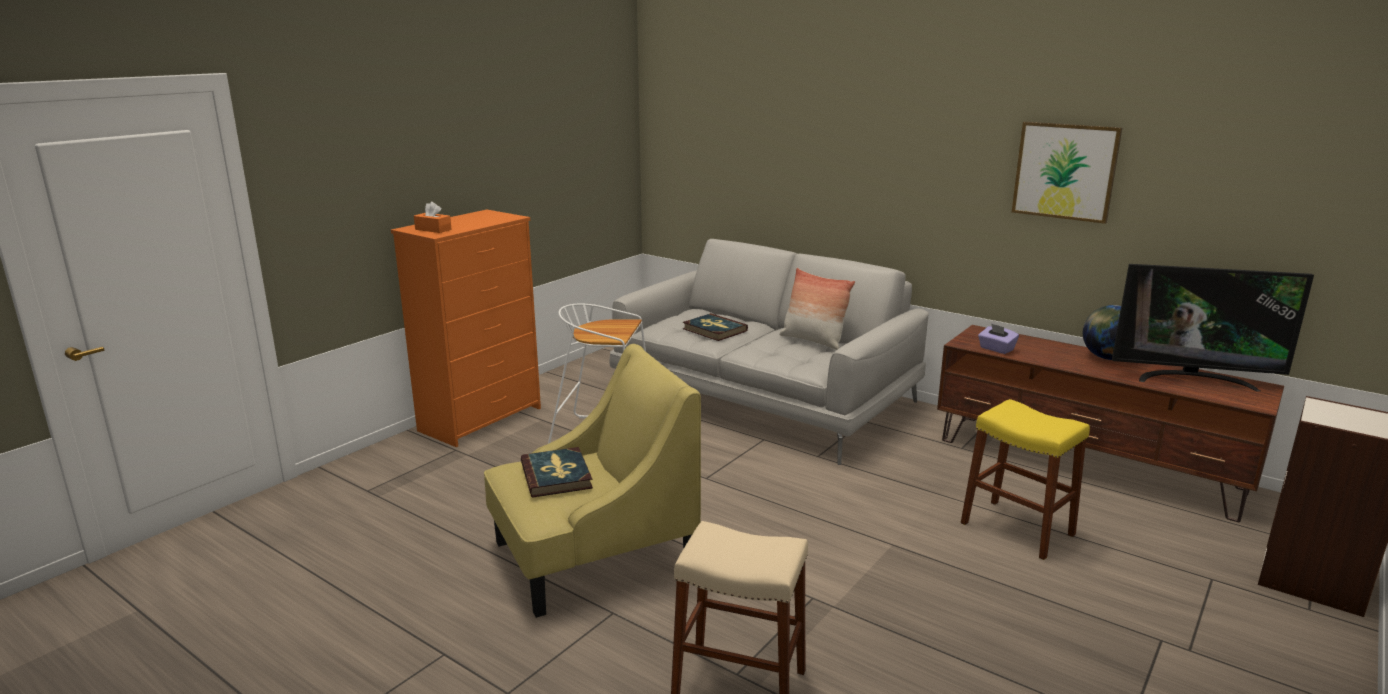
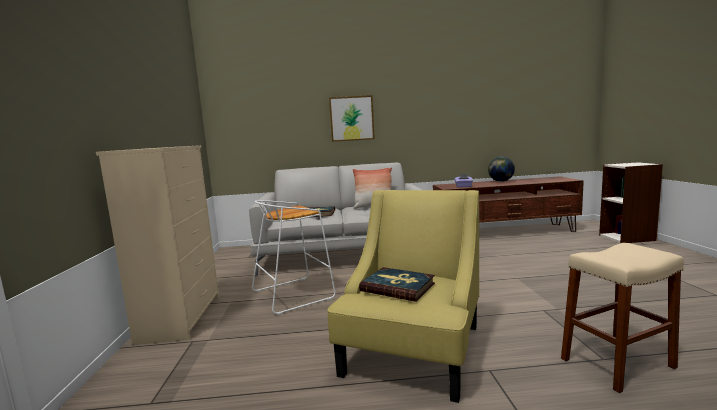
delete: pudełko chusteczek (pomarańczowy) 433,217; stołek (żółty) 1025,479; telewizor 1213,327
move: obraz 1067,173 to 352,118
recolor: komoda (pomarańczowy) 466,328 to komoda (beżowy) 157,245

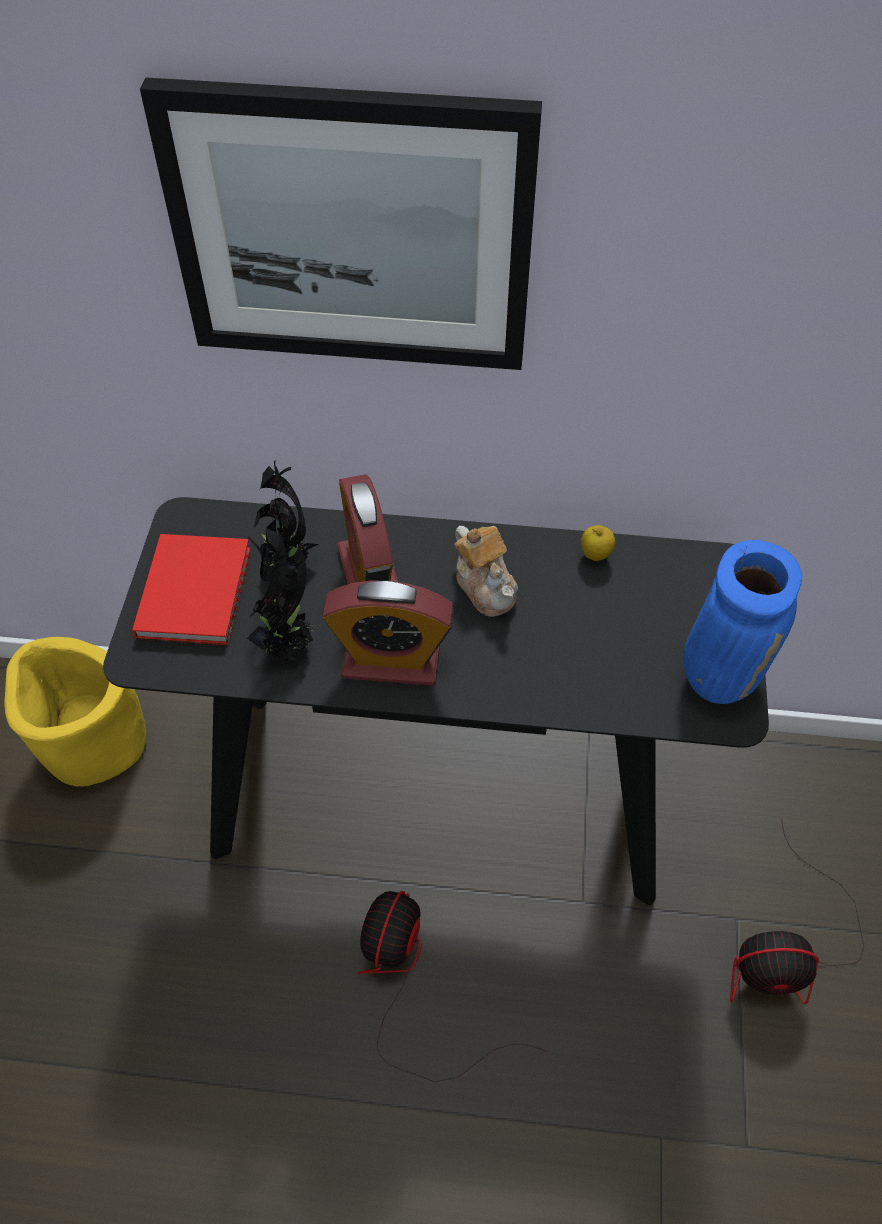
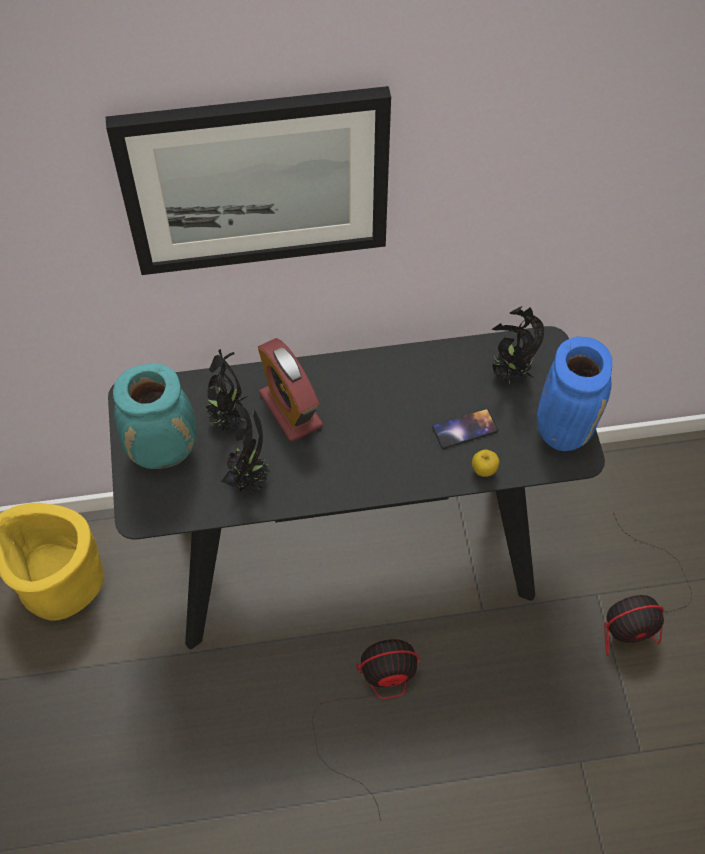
delete: budzik 388,633; imbryk 486,571
insert: telefon 465,429; roślina doniczkowa 518,345
move: jabłko 598,543 to 485,463
replace: książka (czerwony) 191,589 to wazon (turkusowy) 155,416
rotate: wentylator 452,986 = 366,730 75 degrees clockwise

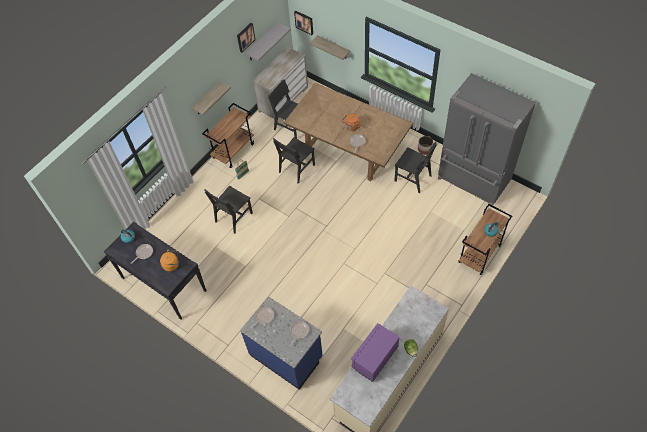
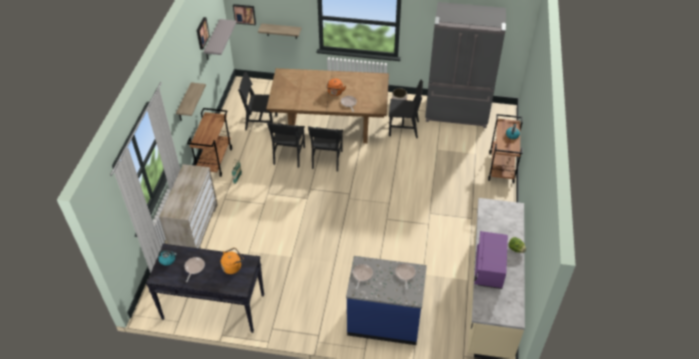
move: komoda (beżowy) 280,83 to 188,206; krzesło (czarny) 228,209 to 325,149

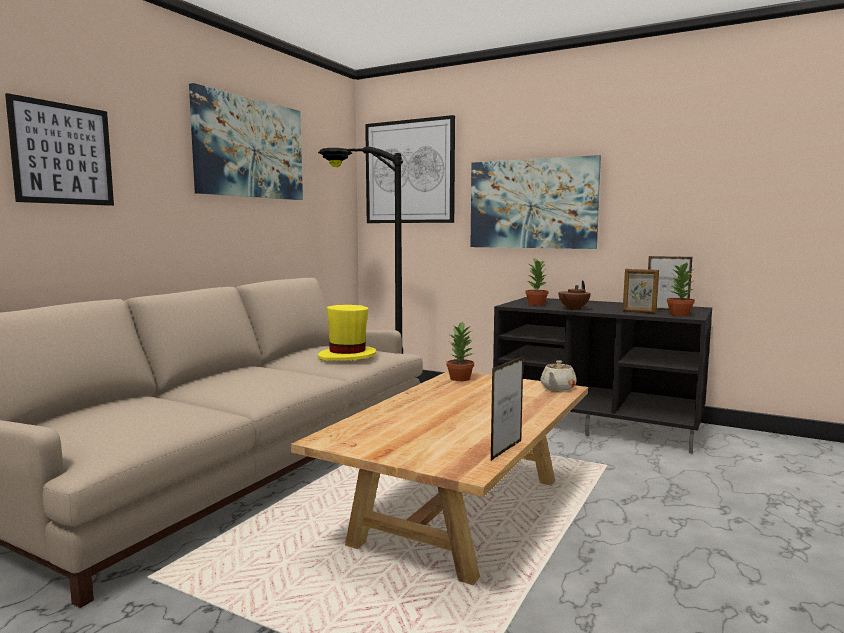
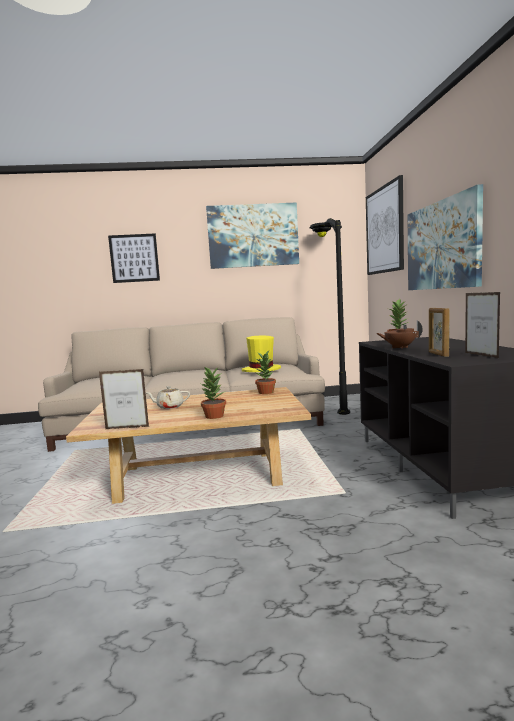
move: imbryk (beżowy) 558,375 to 168,397; roślina doniczkowa 681,289 to 213,393

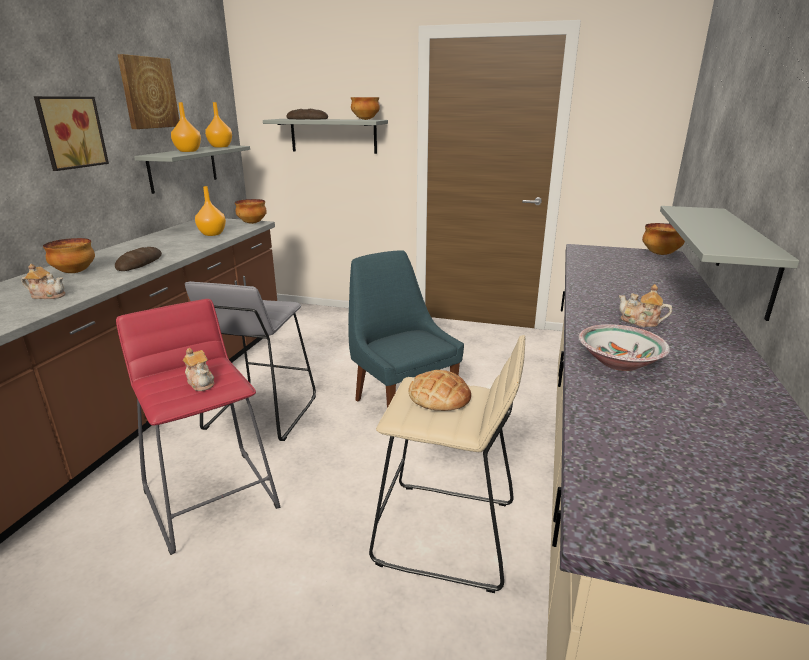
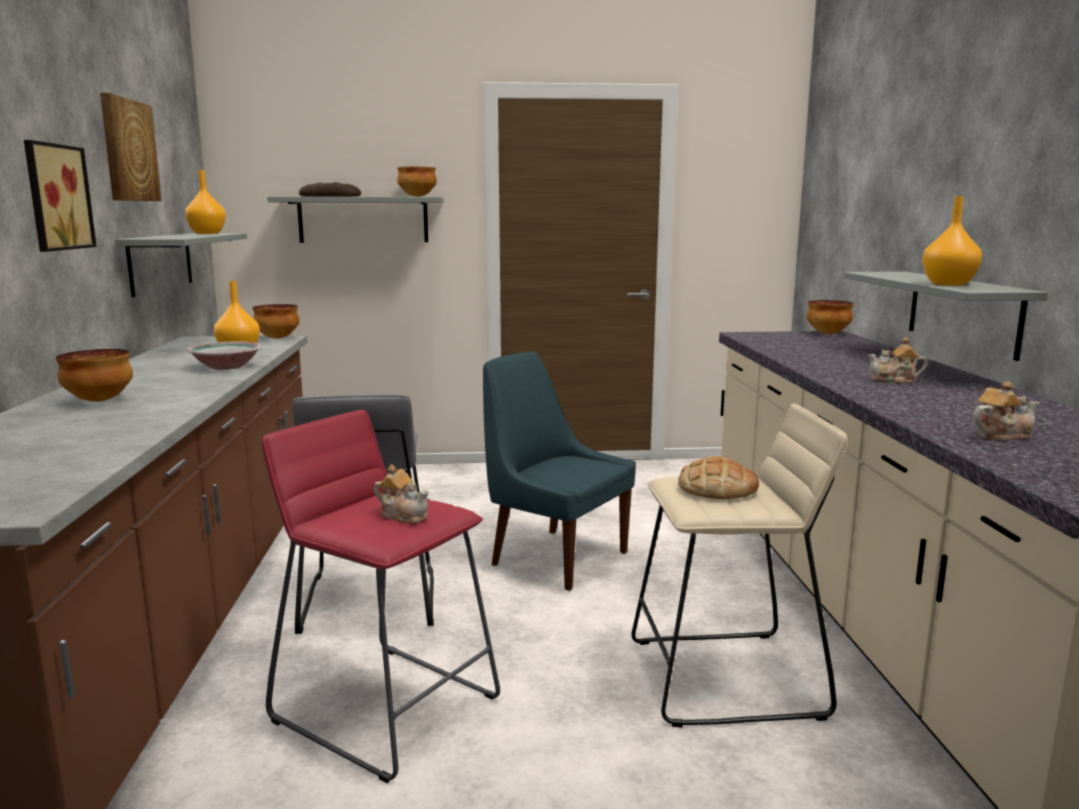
delete: chleb 138,259
move: miska 624,347 to 224,355; wazon (pomarańczowy) 186,127 to 952,241; imbryk 43,281 to 1006,411

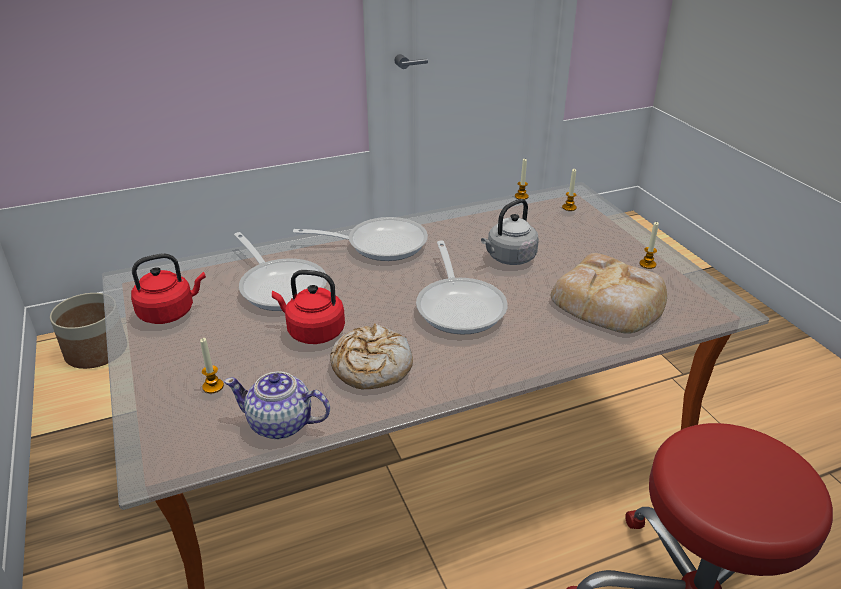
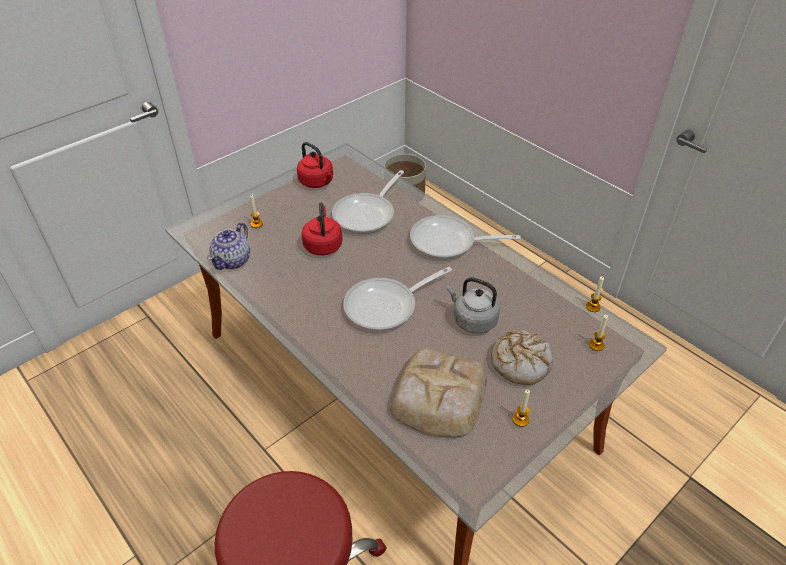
move: chleb 371,356 to 522,357
rotate: imbryk 277,405 = 229,246 150 degrees counterclockwise; patelnia 360,239 = 465,237 120 degrees clockwise

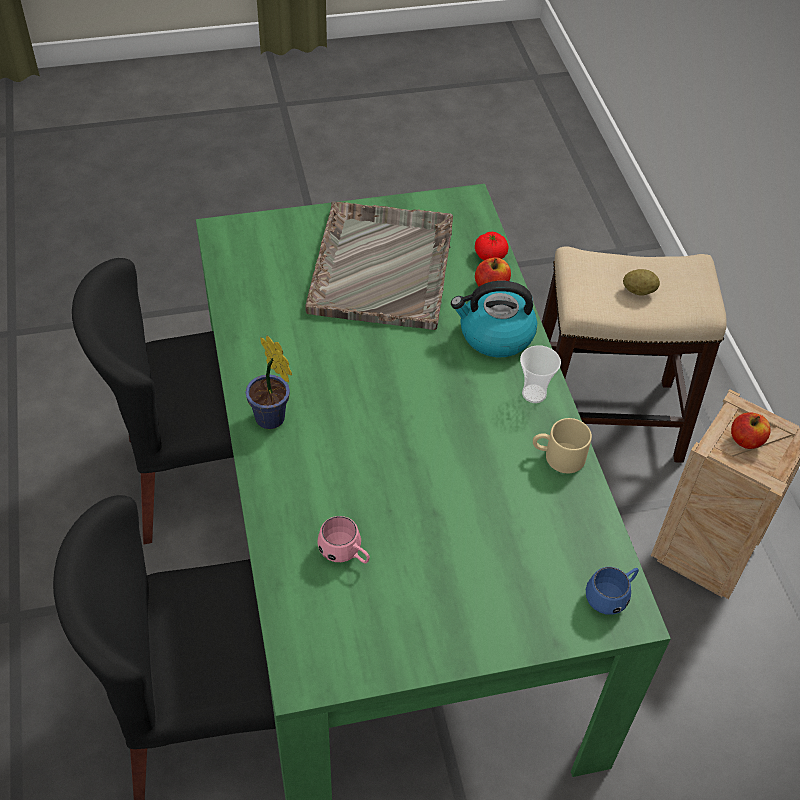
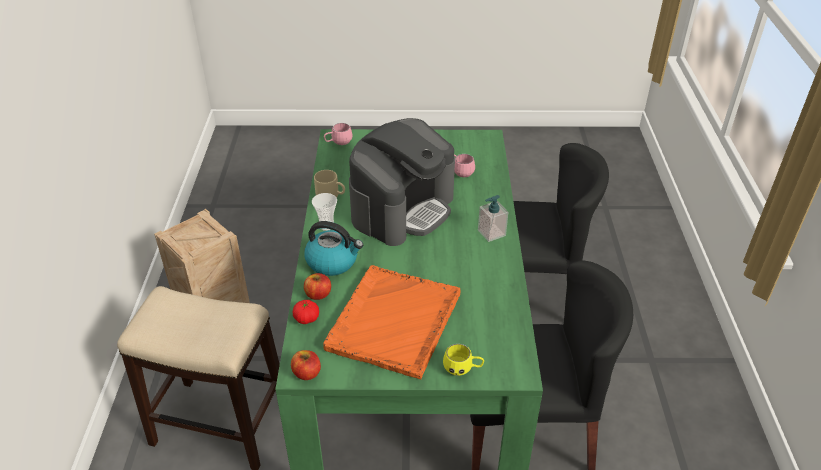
delete: ziemniak 641,282
insert: ekspres do kawy 402,182; kubek (żółty) 463,360
move: jabłko 750,430 to 306,365
replace: roślina doniczkowa 268,382 to dozownik mydła 493,218
recolor: taca (szary) 379,266 to taca (pomarańczowy) 391,322; kubek (niebieski) 612,591 to kubek (różowy) 338,134

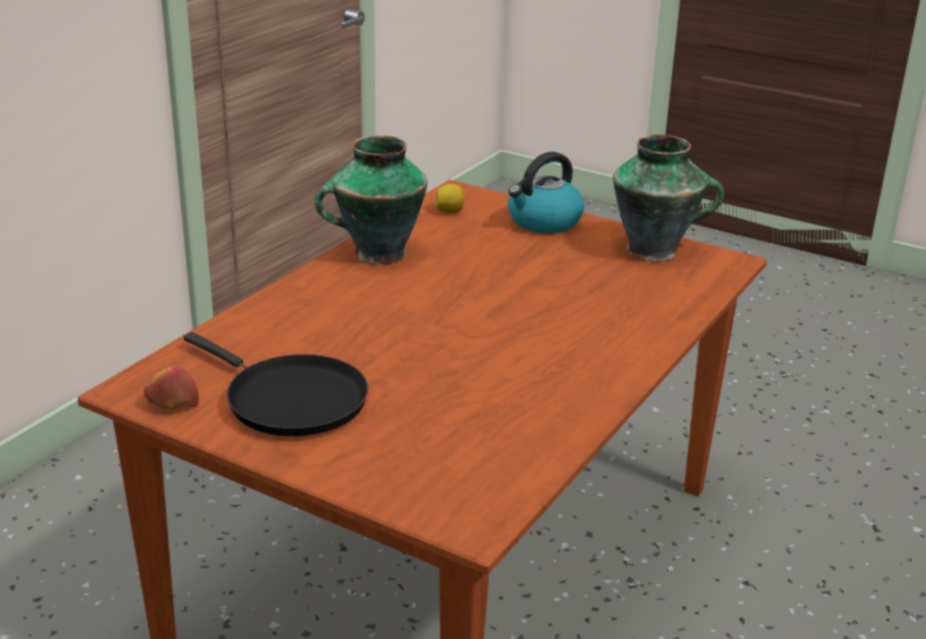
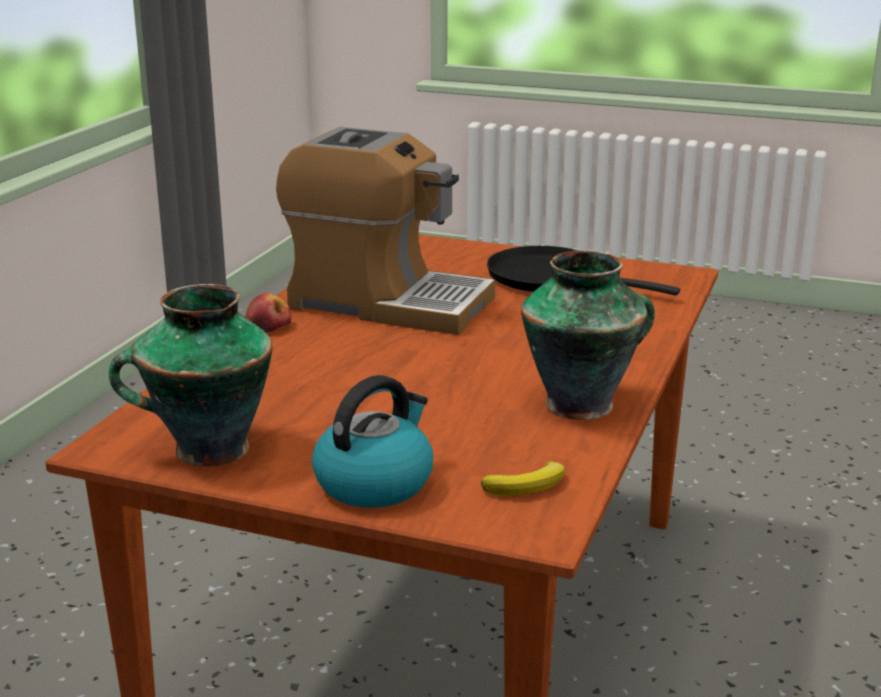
insert: ekspres do kawy 385,231
move: jabłko 171,387 to 268,313
replace: cytryna 449,198 to banan 523,478

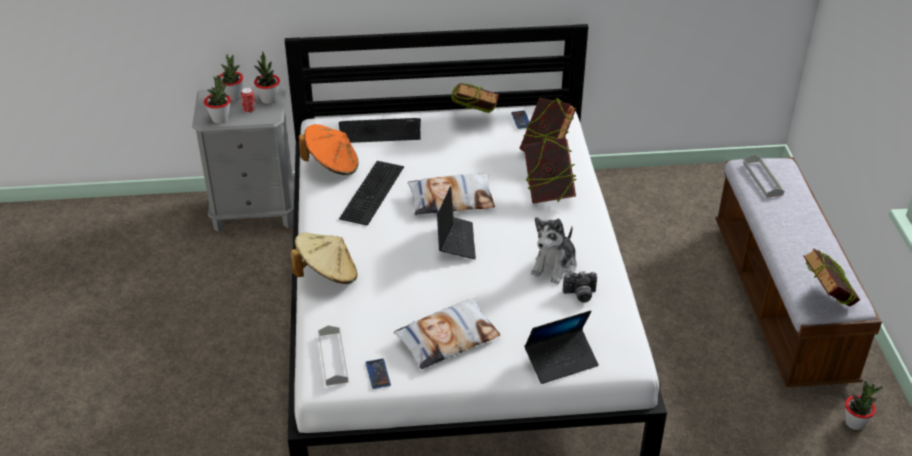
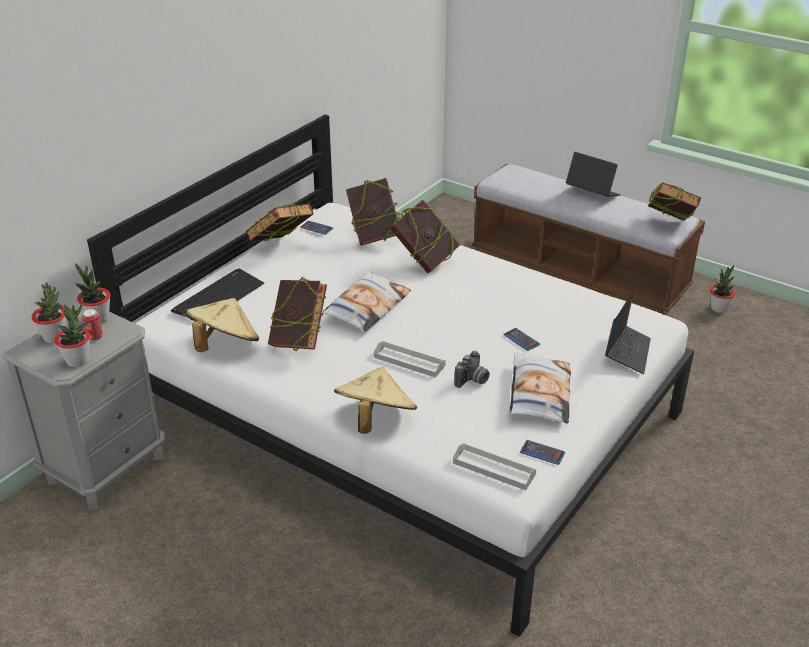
delete: pluszak 554,250
insert: telefon 521,339
move: taca (szary) 763,176 to 410,359; aparat fotograficzny 580,287 to 472,369; laptop 456,222 to 593,174
replace: klawiatura 371,193 to książka 297,314
recolor: kapelusz (pomarańczowy) 329,149 to kapelusz (beżowy) 222,325

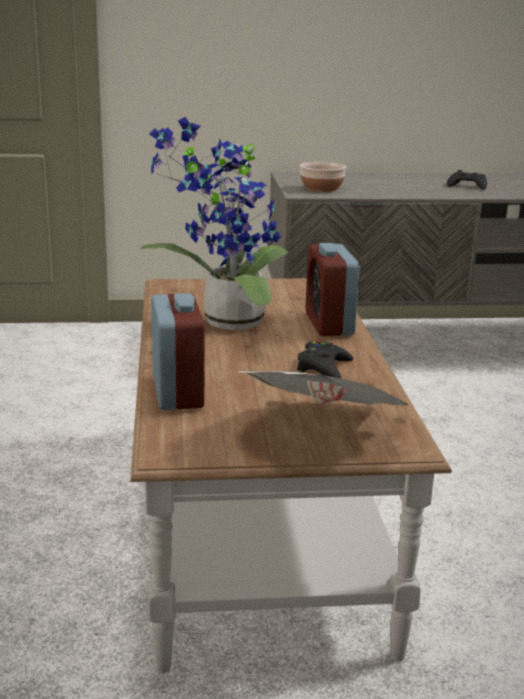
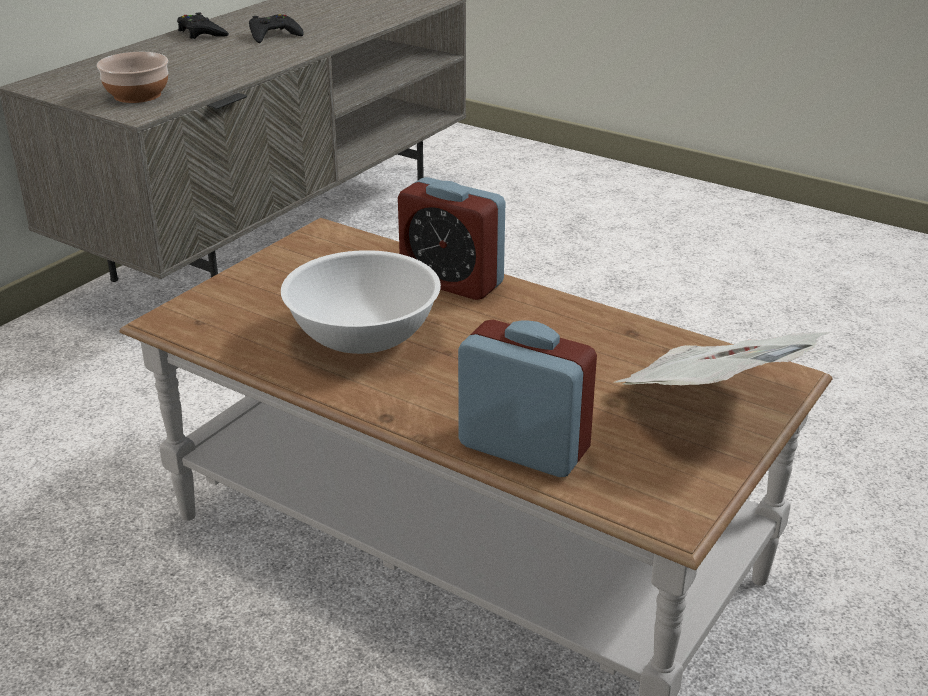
move: pad do gier (czarny) 325,360 to 203,25
replace: roślina doniczkowa 213,223 to miska (biały) 361,302

